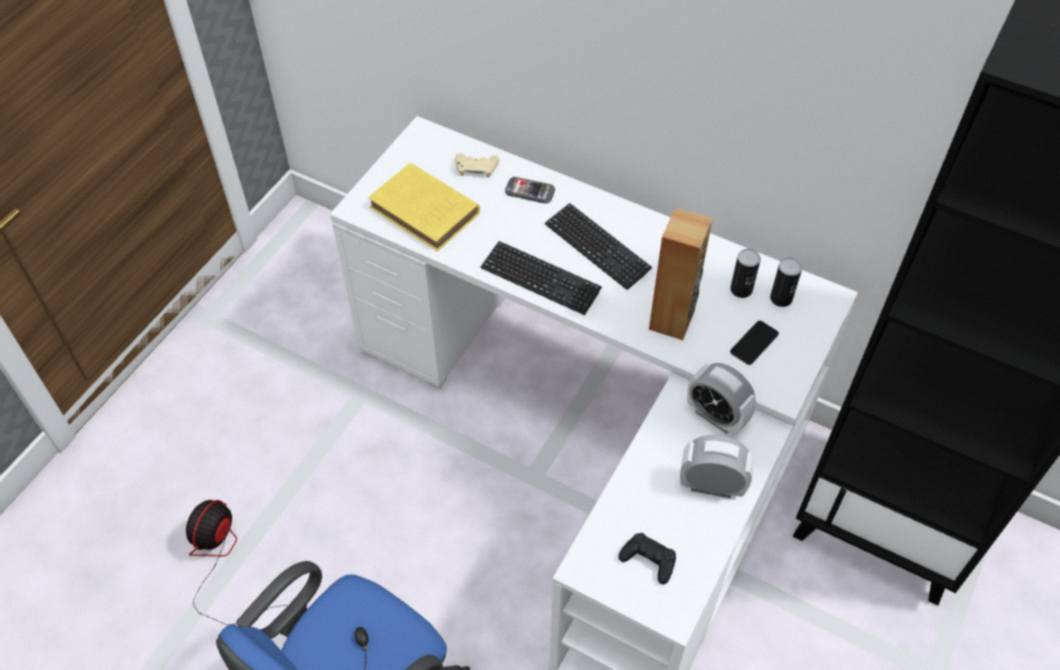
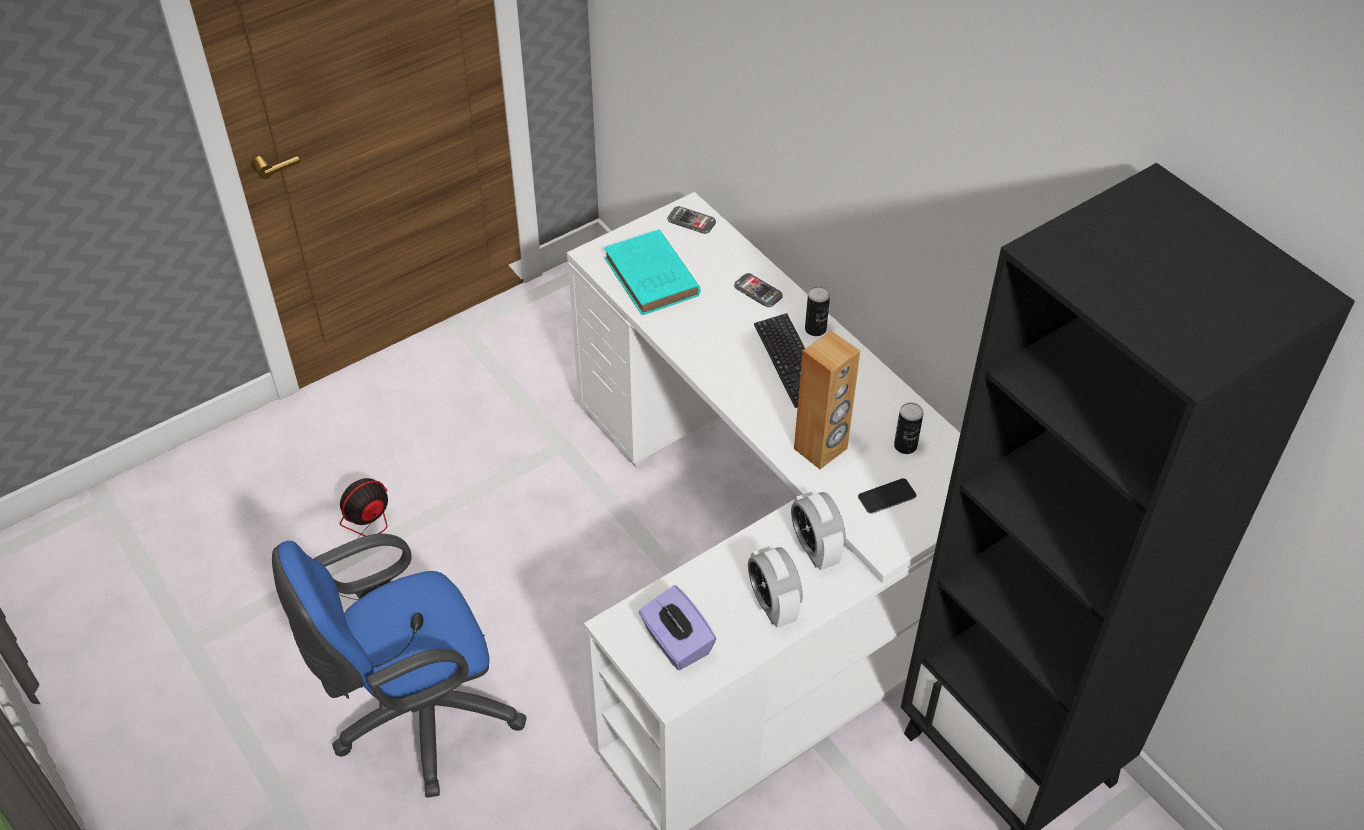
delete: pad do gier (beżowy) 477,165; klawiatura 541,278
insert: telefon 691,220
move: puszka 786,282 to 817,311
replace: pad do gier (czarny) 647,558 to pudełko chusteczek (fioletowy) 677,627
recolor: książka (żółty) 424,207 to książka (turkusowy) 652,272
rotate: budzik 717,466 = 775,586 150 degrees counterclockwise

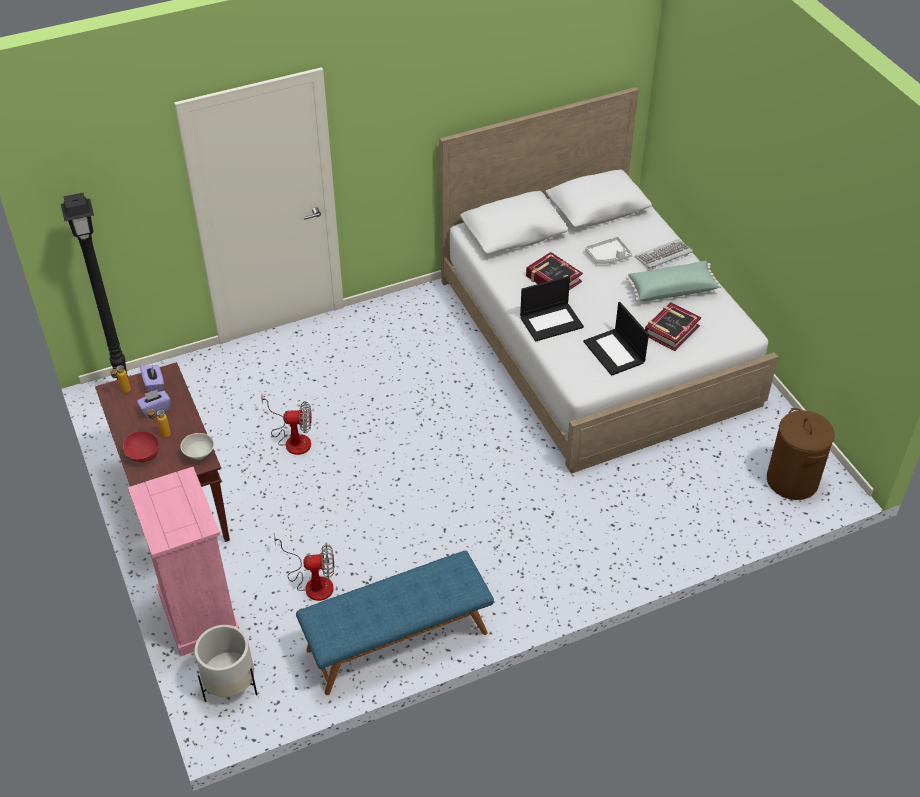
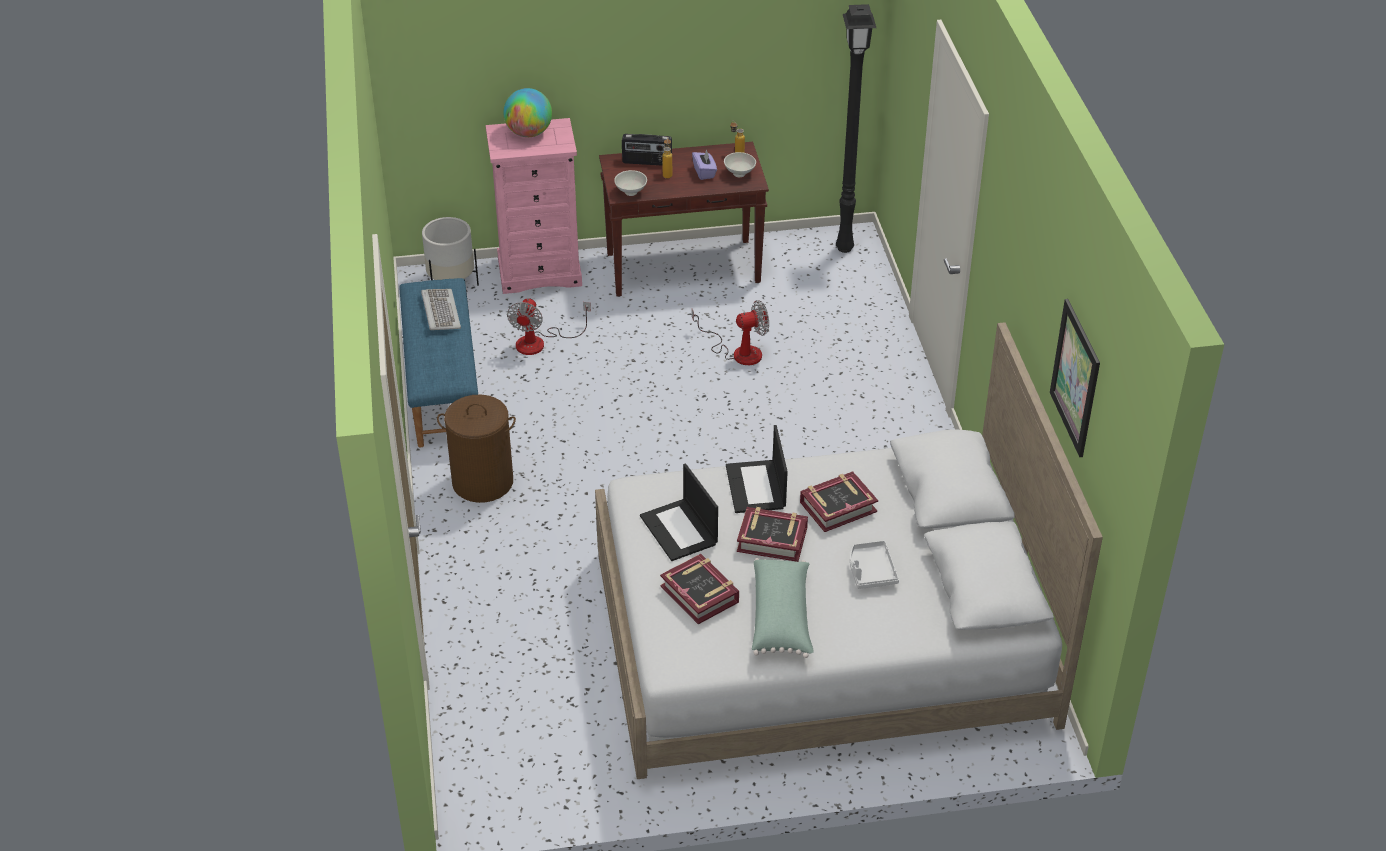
insert: globus 527,112; książka 772,534; obraz 1075,378
move: klawiatura 664,254 to 441,309; kosz na pranie (brązowy) 801,454 to 476,449
replace: miska (czerwony) 141,446 to radio 647,150; pudełko chusteczek (fioletowy) 152,378 to miska (biały) 740,164
rotate: laptop 616,339 = 679,512 105 degrees counterclockwise; wentylator 286,425 = 730,332 120 degrees counterclockwise

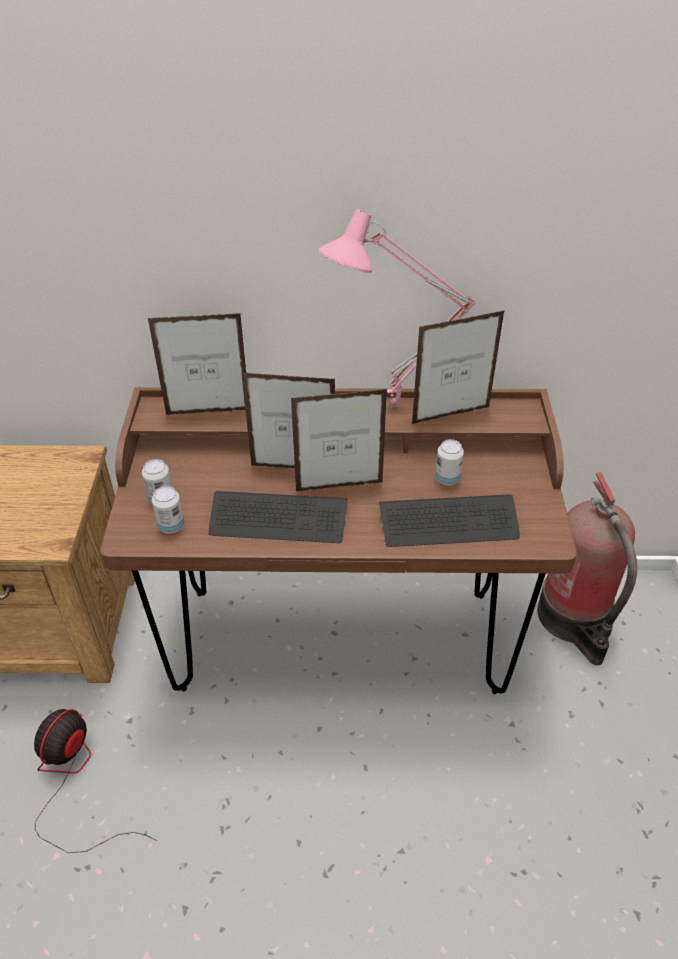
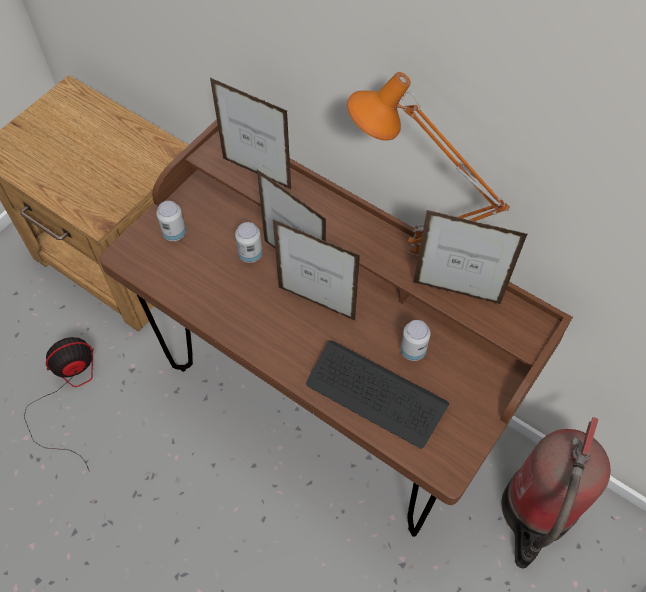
delete: klawiatura 278,517
move: puszka 168,510 to 248,242
recolor: lampa stołowa (różowy) 397,308 to lampa stołowa (pomarańczowy) 428,164

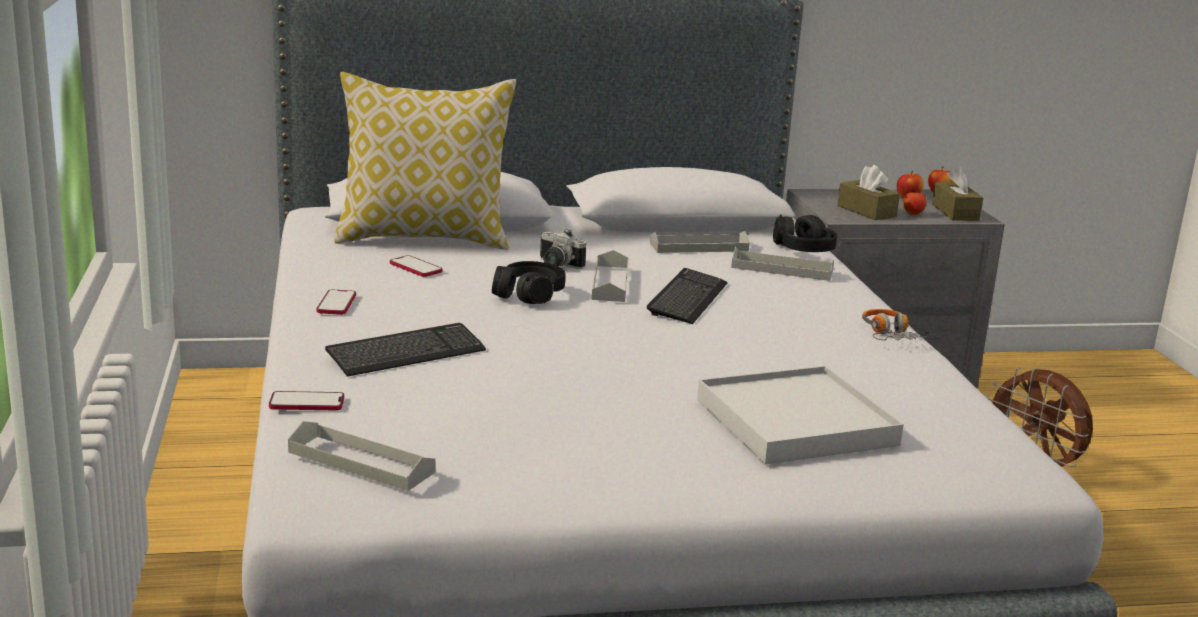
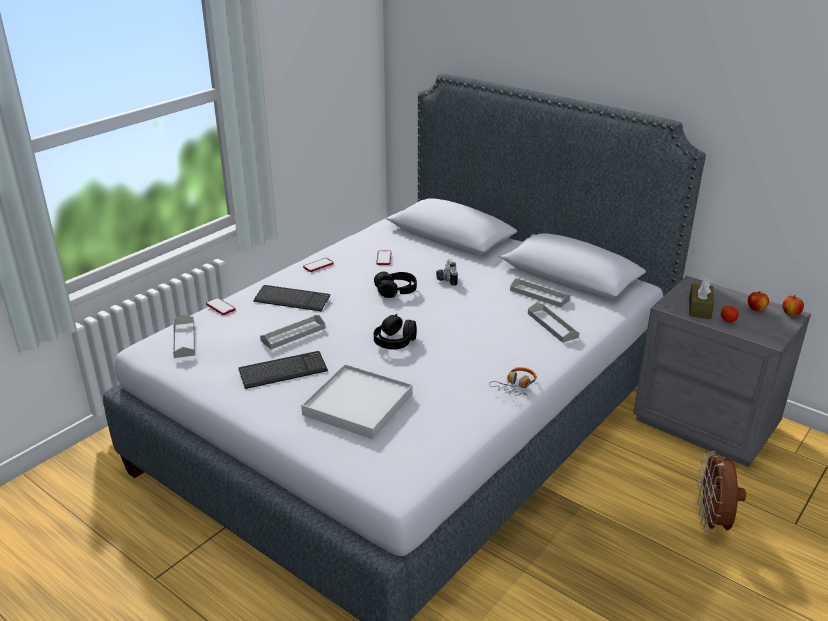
delete: poduszka 425,161; pudełko chusteczek (brązowy) 957,194
move: klawiatura 687,296 to 283,370; taca (szary) 610,276 to 292,332; słuchawki (czarny) 805,233 to 395,331

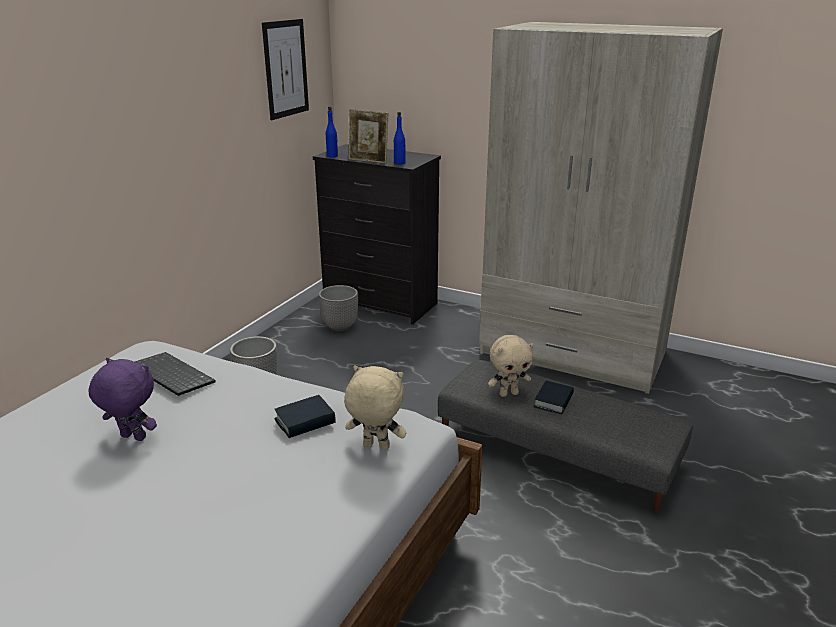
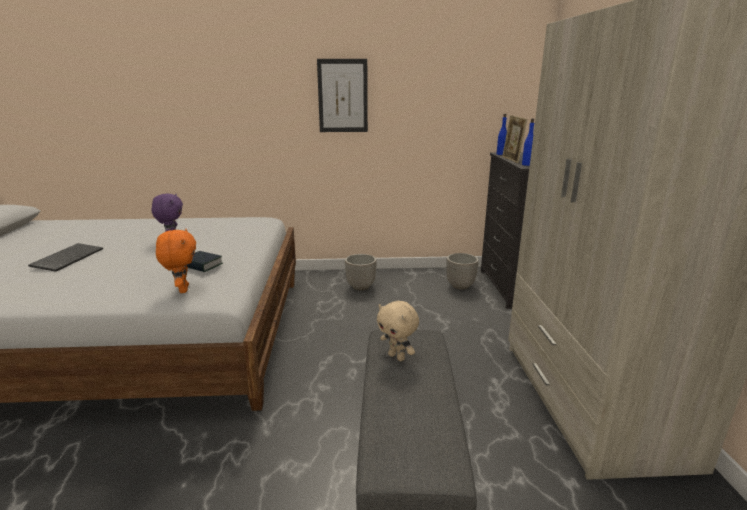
delete: książka 553,398
move: klawiatura 175,374 to 65,257; obraz 285,69 to 342,95
recolor: pluszak (beżowy) 375,407 to pluszak (pomarańczowy) 176,261

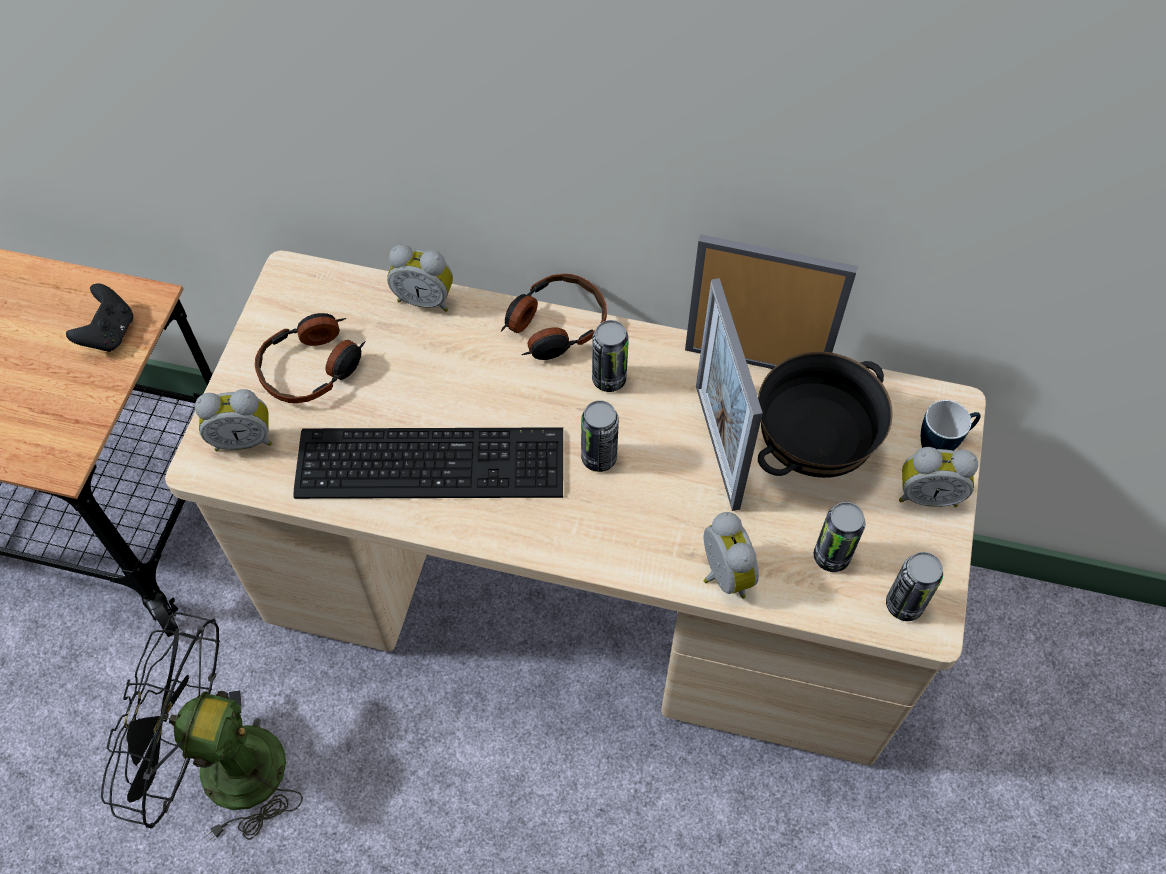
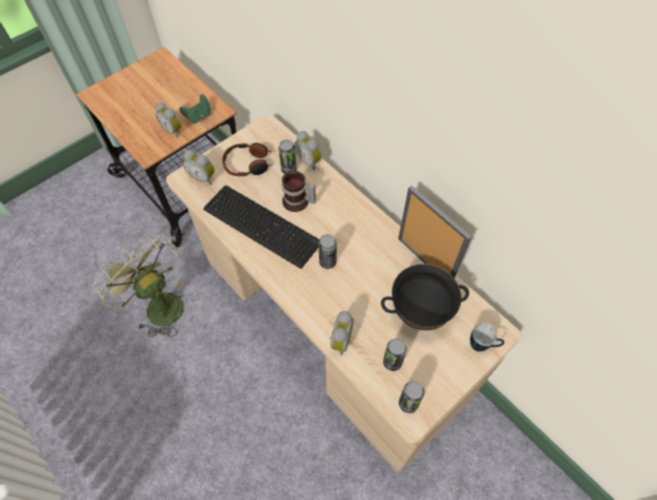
delete: słuchawki 554,317; ramka na zdjęcie 729,394
insert: kubek 299,191
move: budzik 938,477 to 168,120; puszka 610,356 to 288,157
recolor: wentylator (czarny) 202,726 to wentylator (zielony) 138,286; pad do gier (czarny) 99,317 to pad do gier (zielony) 195,108

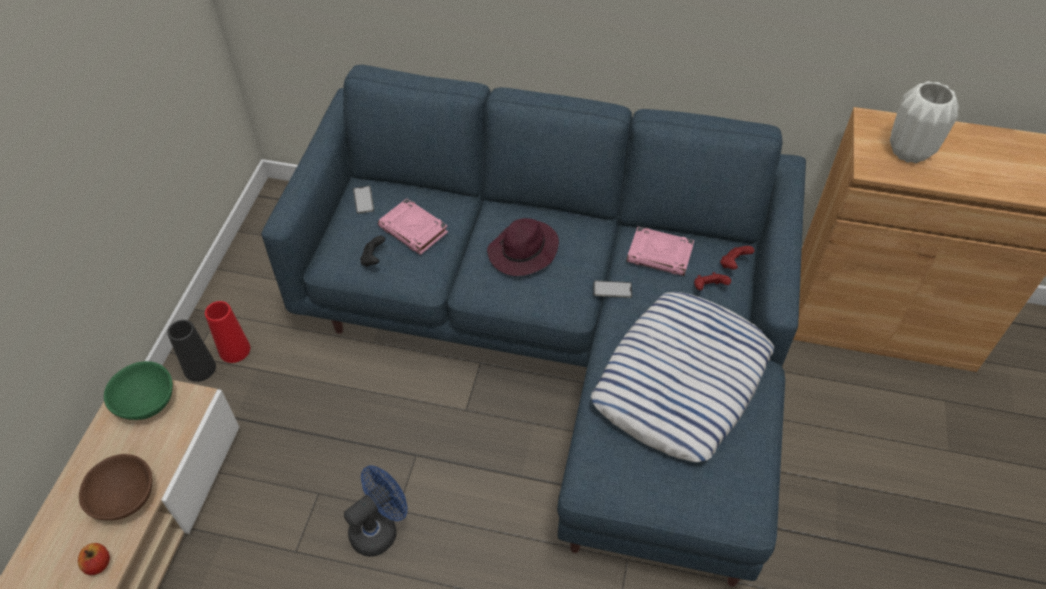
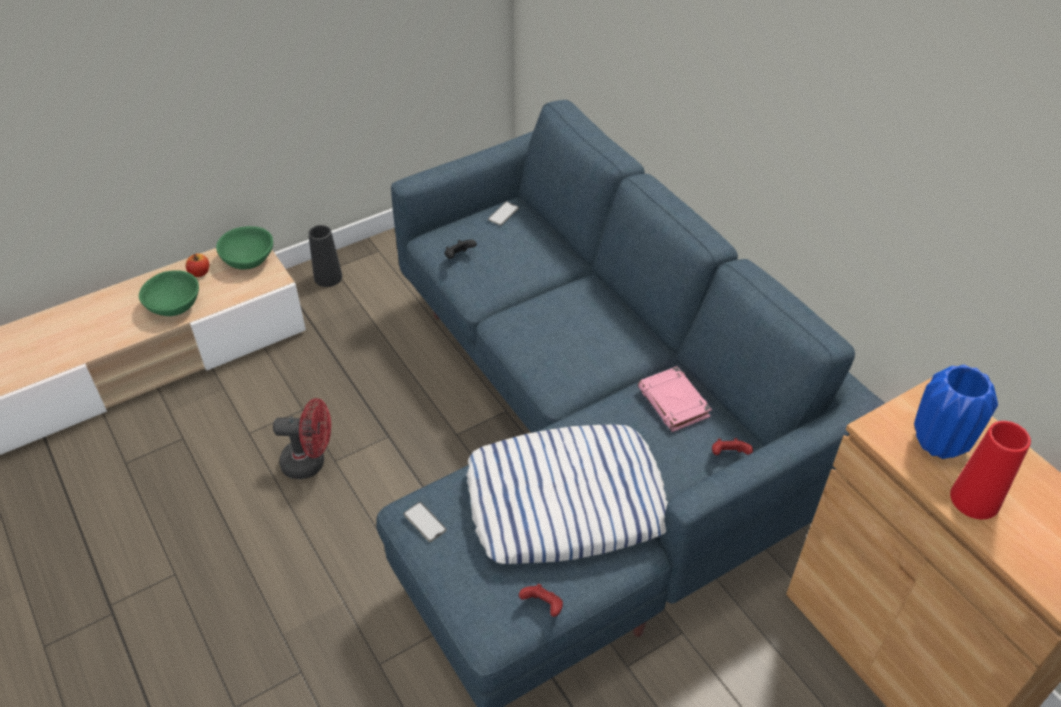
delete: książka (różowy) 413,226; kapelusz (fioletowy) 523,247
move: jabłko 94,559 to 197,265; telefon 612,289 to 425,522; pad do gier (czerwony) 712,281 to 541,600; wazon (czerwony) 227,332 to 990,470
recolor: miska (brązowy) 115,487 to miska (zielony) 169,293; wentylator (niebieski) 376,511 to wentylator (czerwony) 302,438; wazon (biały) 924,122 to wazon (niebieski) 956,412

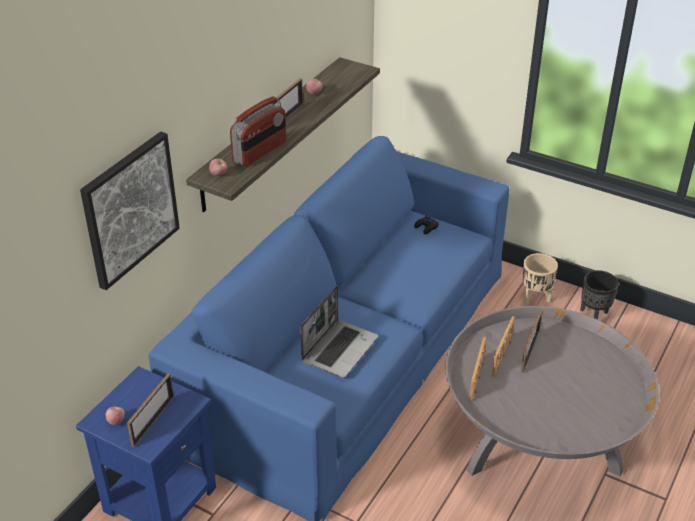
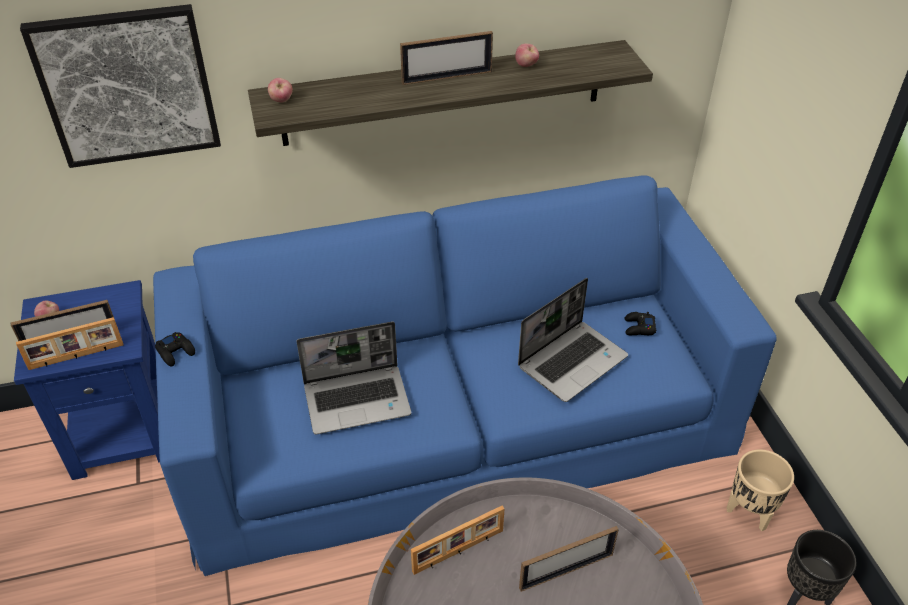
delete: radio 258,131
insert: pad do gier (czarny) 175,349; laptop 573,340
move: ramka na zdjęcie 503,346 to 69,343

